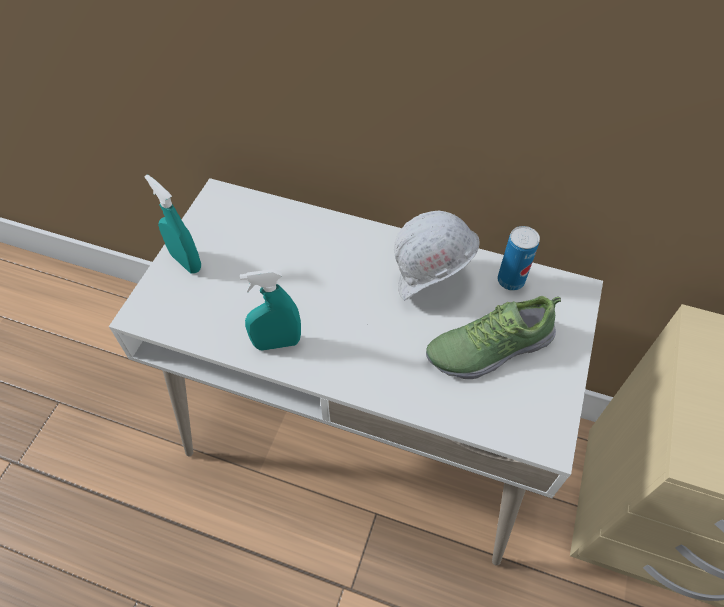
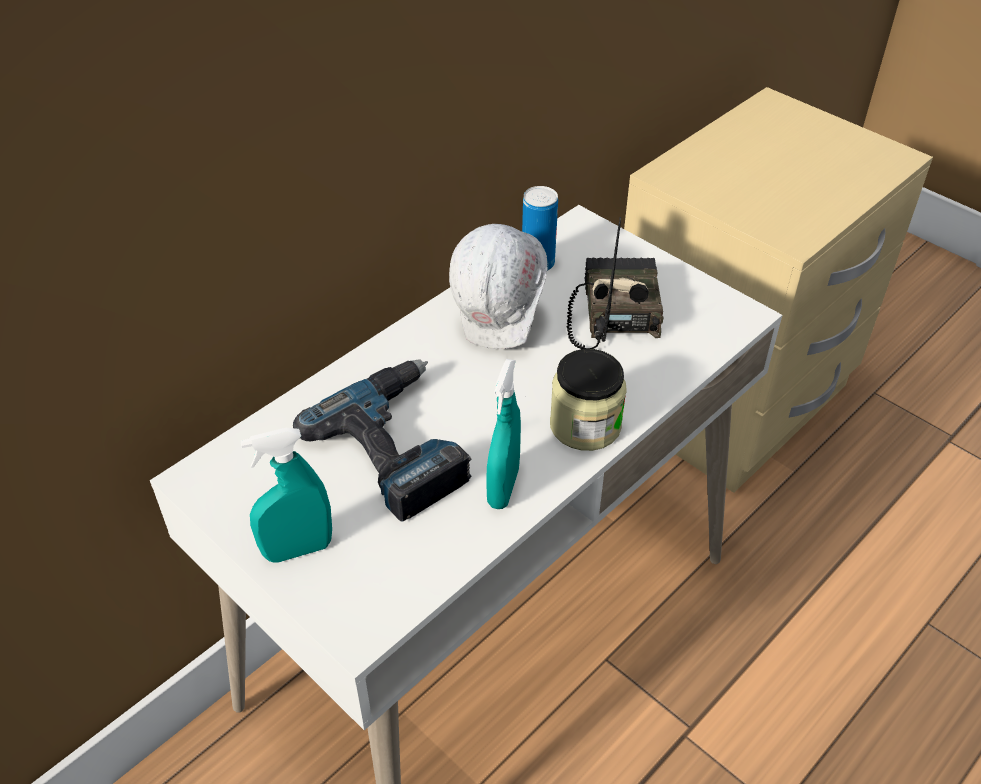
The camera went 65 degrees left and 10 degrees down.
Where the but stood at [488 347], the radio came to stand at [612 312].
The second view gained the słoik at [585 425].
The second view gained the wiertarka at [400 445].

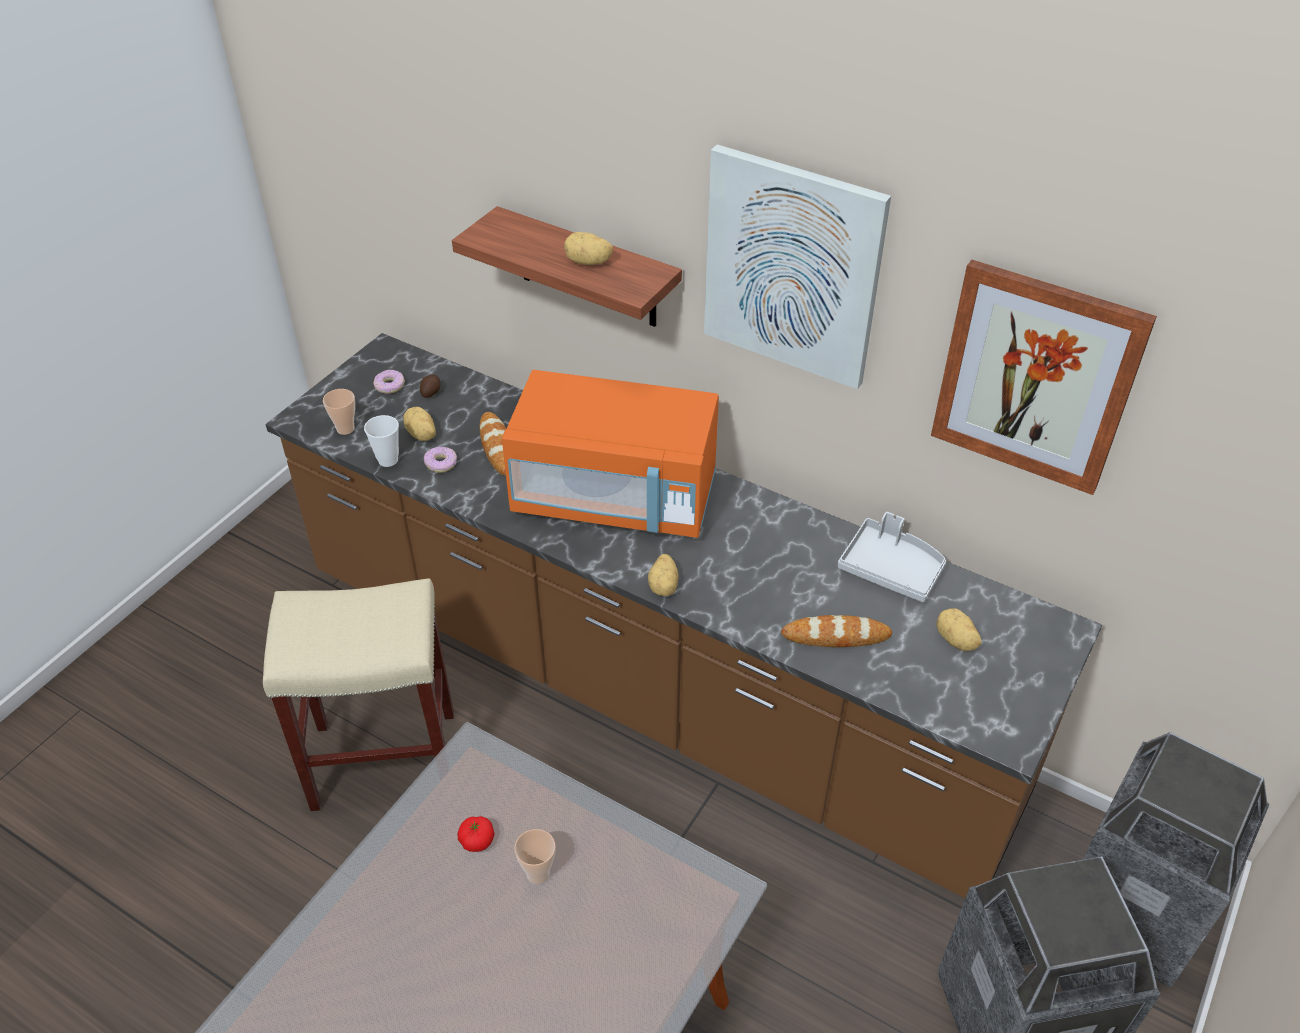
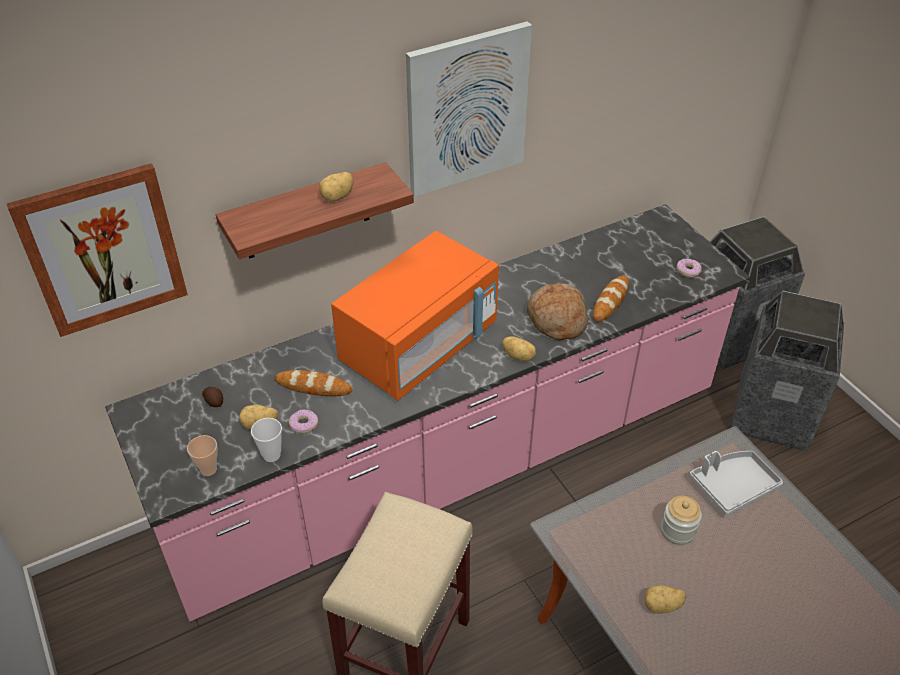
The camera went 60 degrees left and 0 degrees up.
The obraz ended up elsewhere, having gone from [1036 377] to [103 250].
What was the zabudowa kuchenna/brązowy at [650 684] turned into the zabudowa kuchenna/różowy at [450 465].
The donut ended up elsewhere, having gone from [390 386] to [688 271].
The taca/szary ended up elsewhere, having gone from [891 569] to [732 486].
The ziemniak ended up elsewhere, having gone from [955 641] to [662 606].
The second view lost the pomidor at [477 840].
Where the filiżanka stood at [538 873], the słoik came to stand at [678 530].
The second view gained the chleb at [556 320].

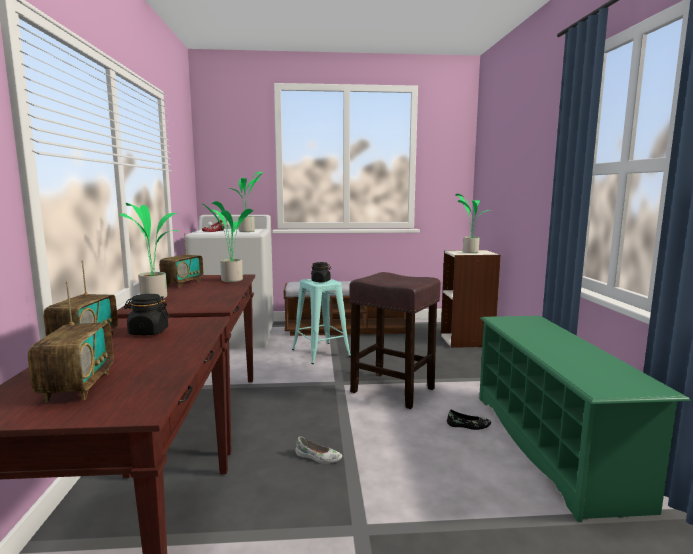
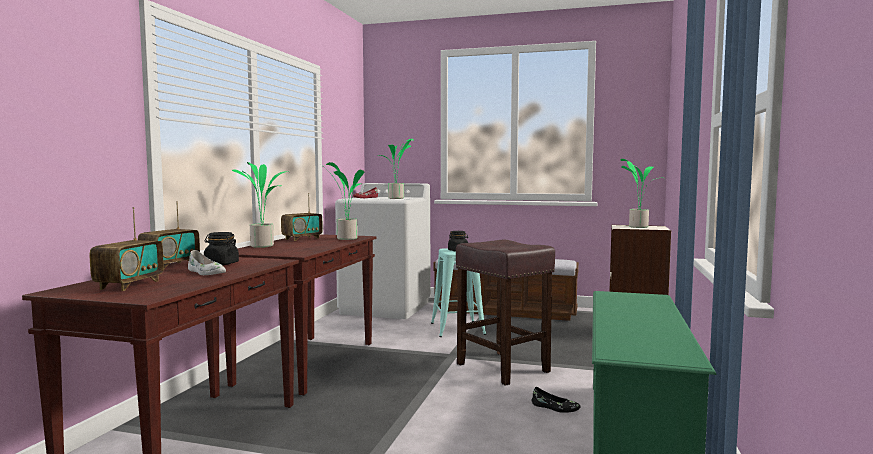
The camera went 20 degrees right and 5 degrees down.
The but/biały ended up elsewhere, having gone from [318 457] to [206 273].

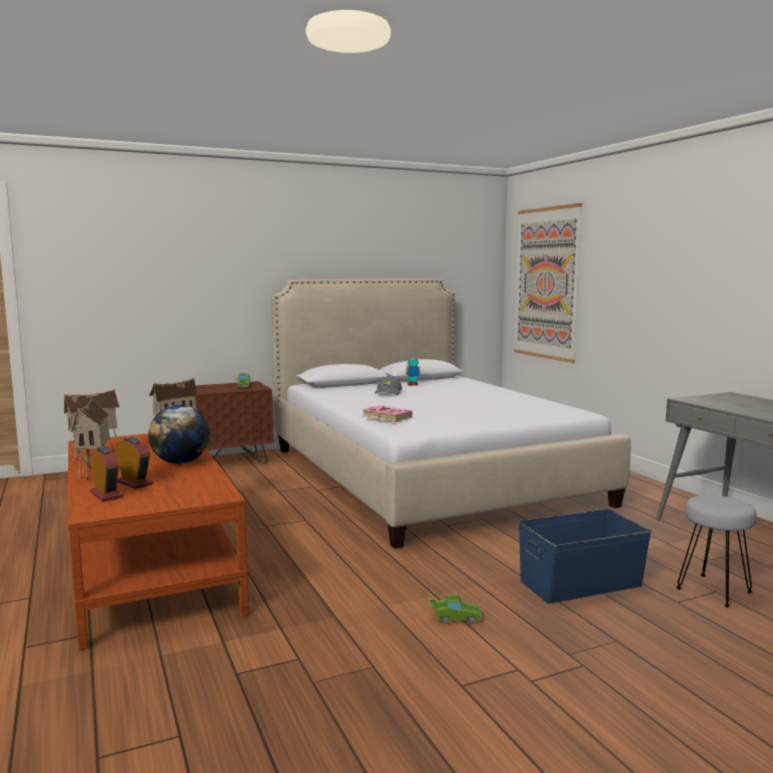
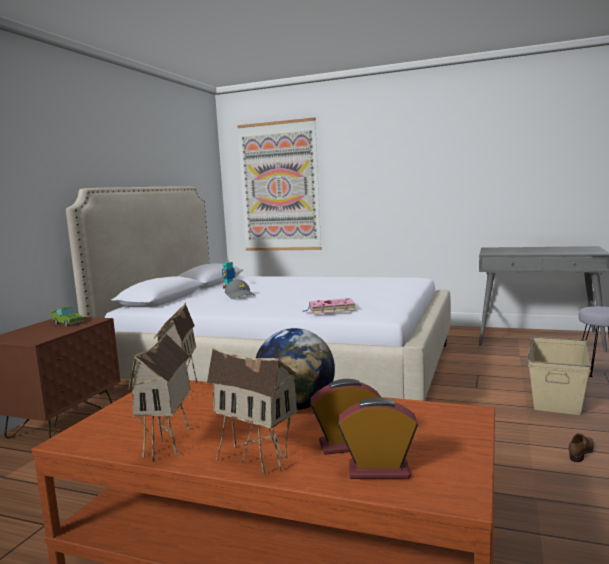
The camera went 45 degrees left and 0 degrees up.
What was the pojemnik do przechowywania/niebieski at [581 583] turned into the pojemnik do przechowywania/beżowy at [557 395].
Where the samochodzik/zielony stood at [454 618], the but/brązowy came to stand at [581 452].

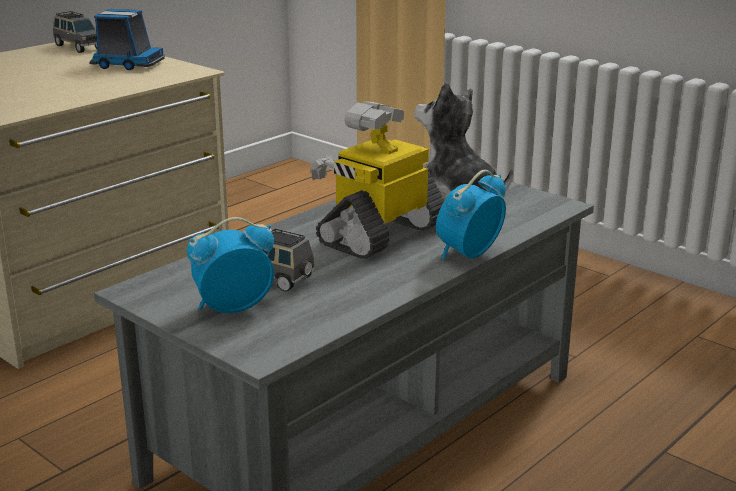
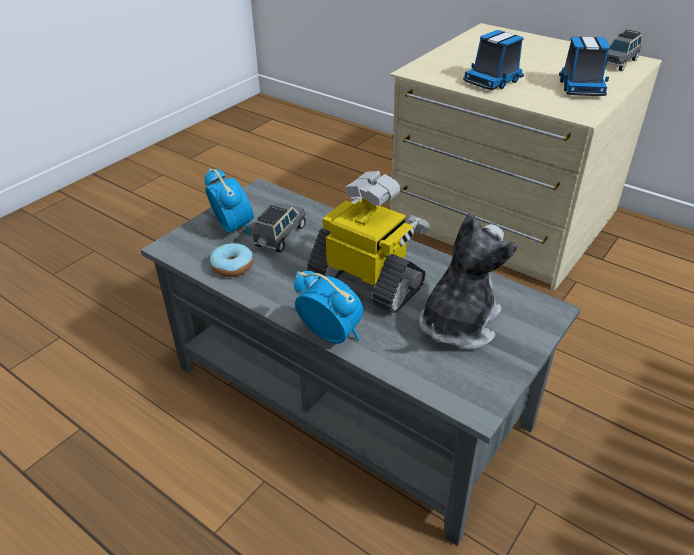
The camera went 85 degrees right and 15 degrees up.
The second view gained the ciężarówka zabawkowa at [493 81].
The second view gained the donut at [232 266].

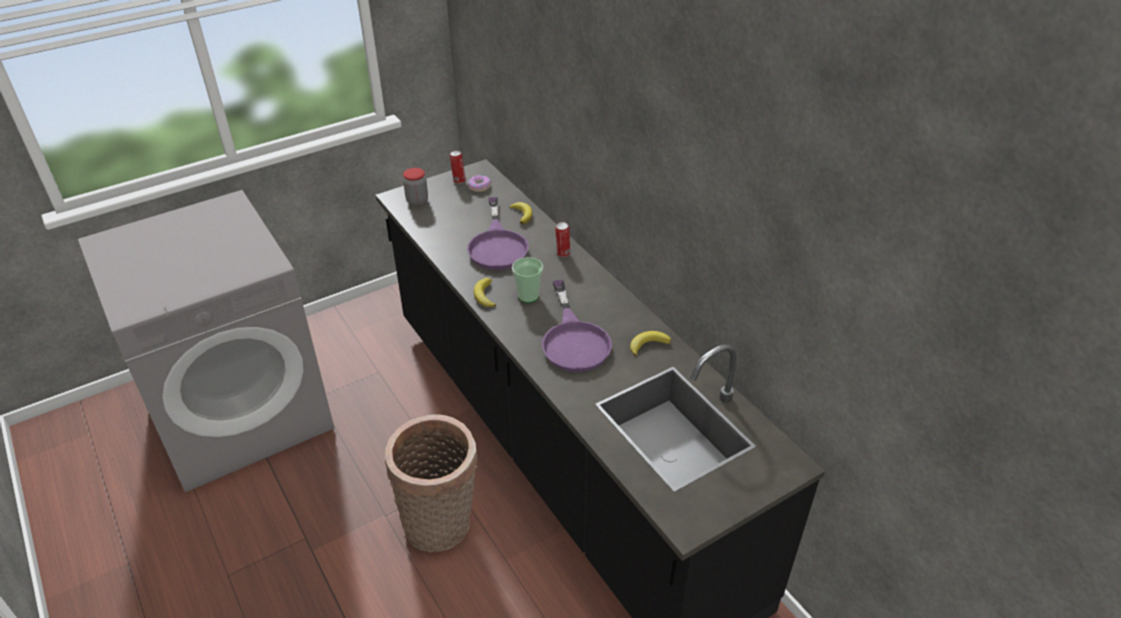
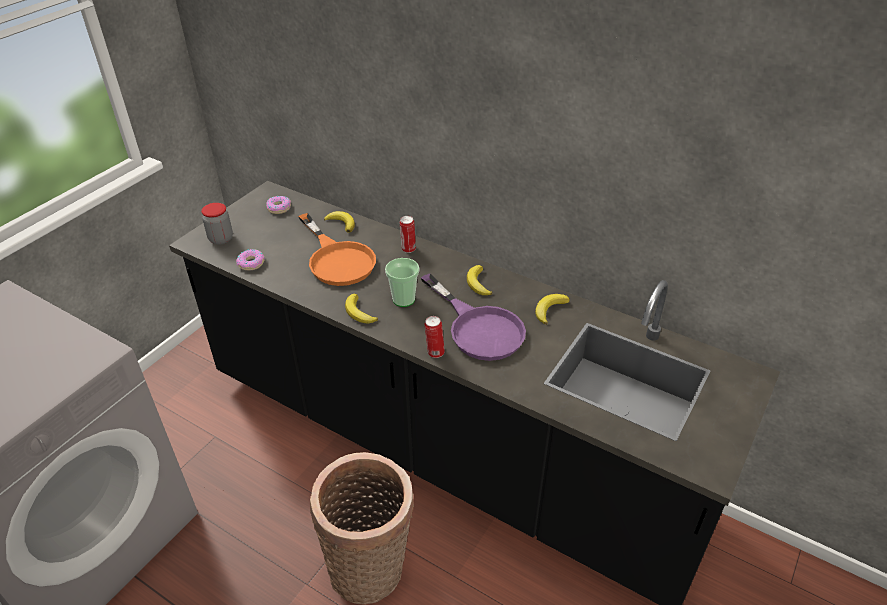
The camera went 25 degrees left and 0 degrees up.
The puszka ended up elsewhere, having gone from [458 180] to [435 353].
What was the patelnia/fioletowy at [497 245] turned into the patelnia/pomarańczowy at [337 259].
The second view gained the donut at [251 263].
The second view gained the banan at [478 283].

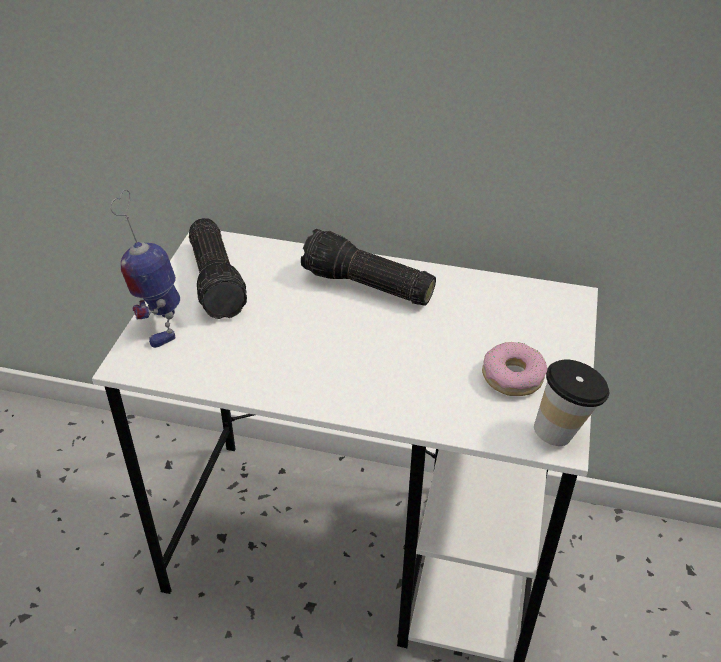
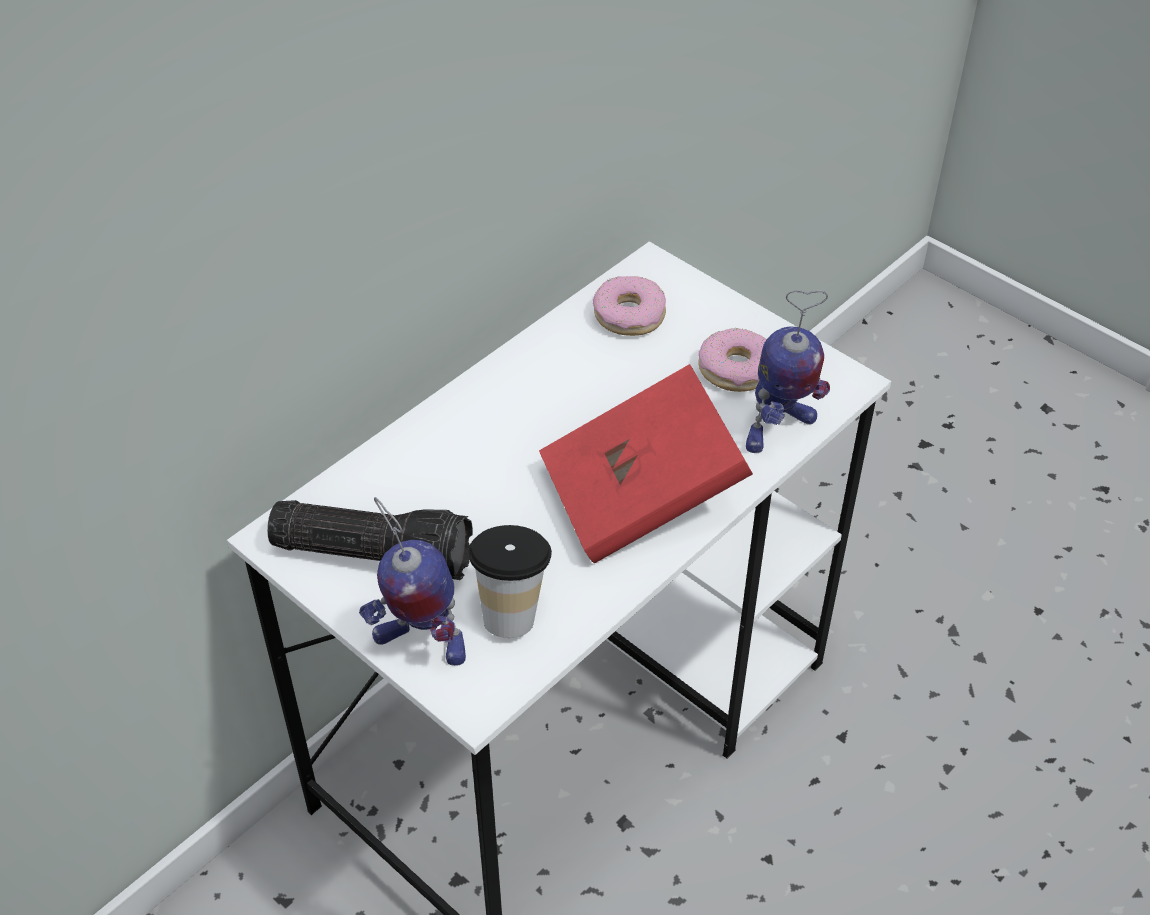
The camera went 60 degrees left and 5 degrees up.
The second view lost the latarka at [366 286].
The filiżanka ended up elsewhere, having gone from [563 431] to [512 611].
The second view gained the donut at [629 315].
The second view gained the robot zabawkowy at [778 430].
The second view gained the książka/czerwony at [642 496].

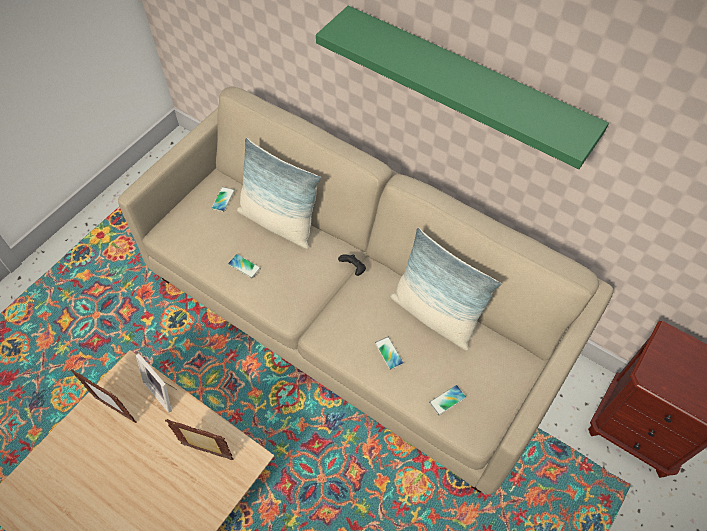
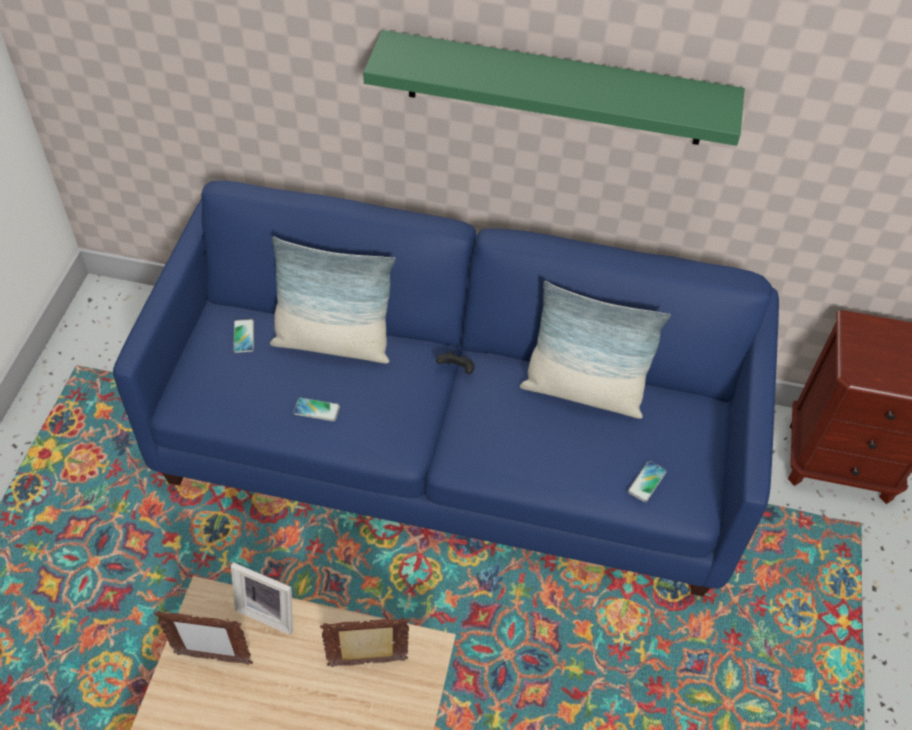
The camera went 25 degrees left and 5 degrees down.
What was the kanapa/beżowy at [355 316] turned into the kanapa/niebieski at [453 444].
The second view lost the telefon at [389 353].

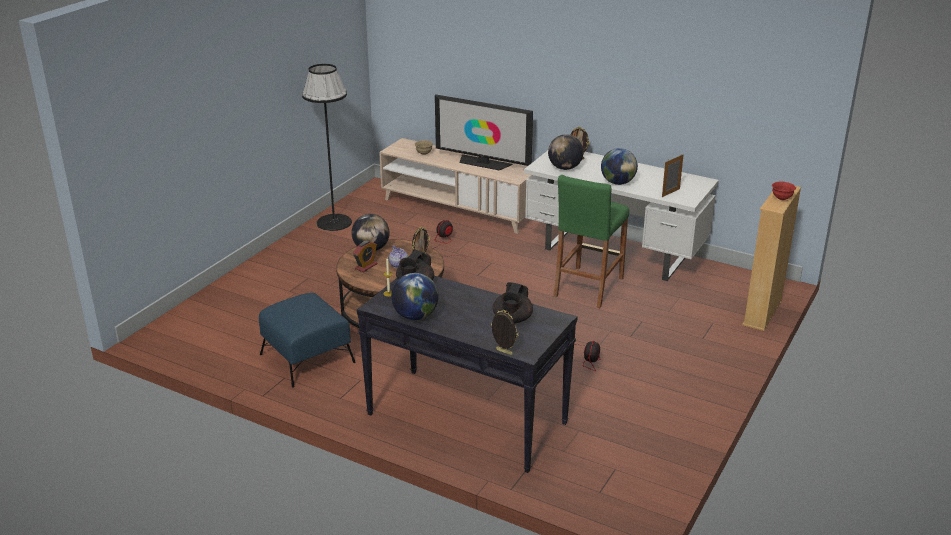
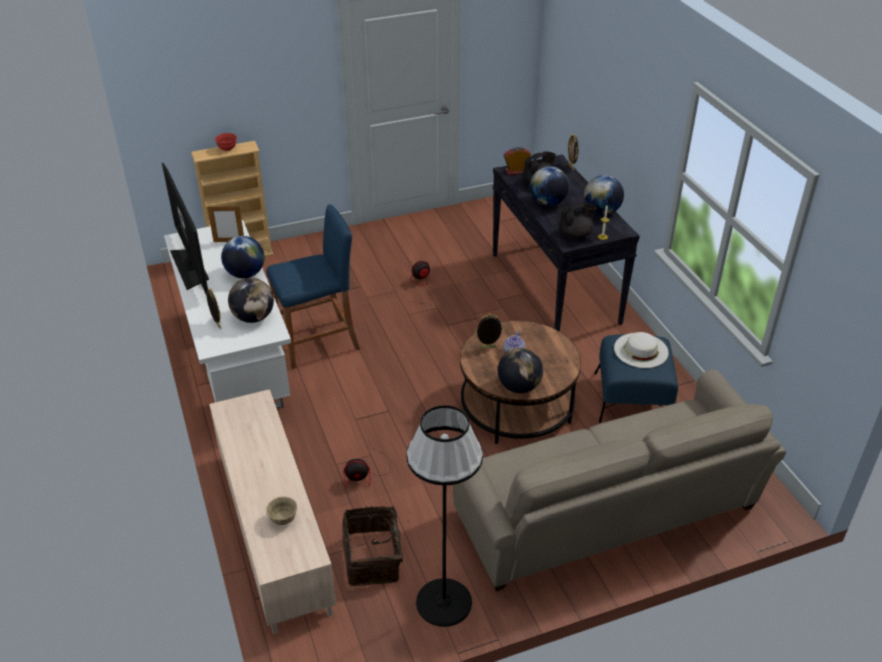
The camera went 140 degrees left and 10 degrees up.
The telewizor ended up elsewhere, having gone from [483 163] to [190 267].
What was the stołek/zielony at [588 287] turned into the stołek/niebieski at [318 343].
The budzik ended up elsewhere, having gone from [366 266] to [516 171].
The second view gained the globus at [548 202].
The second view gained the kapelusz/biały at [641 350].
The second view gained the kanapa/beżowy at [608 516].
The second view gained the koszyk at [373 558].

